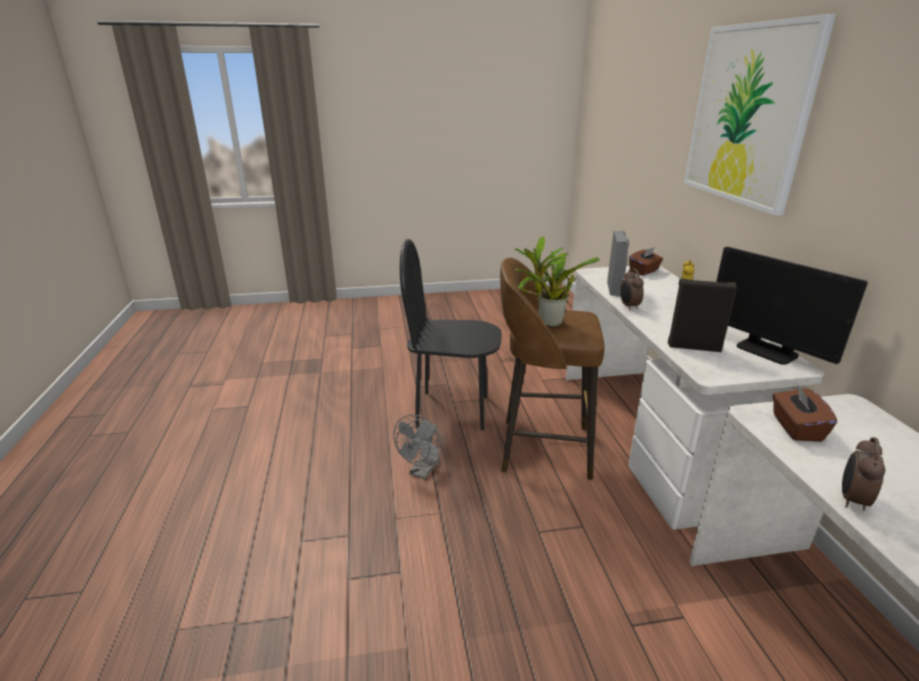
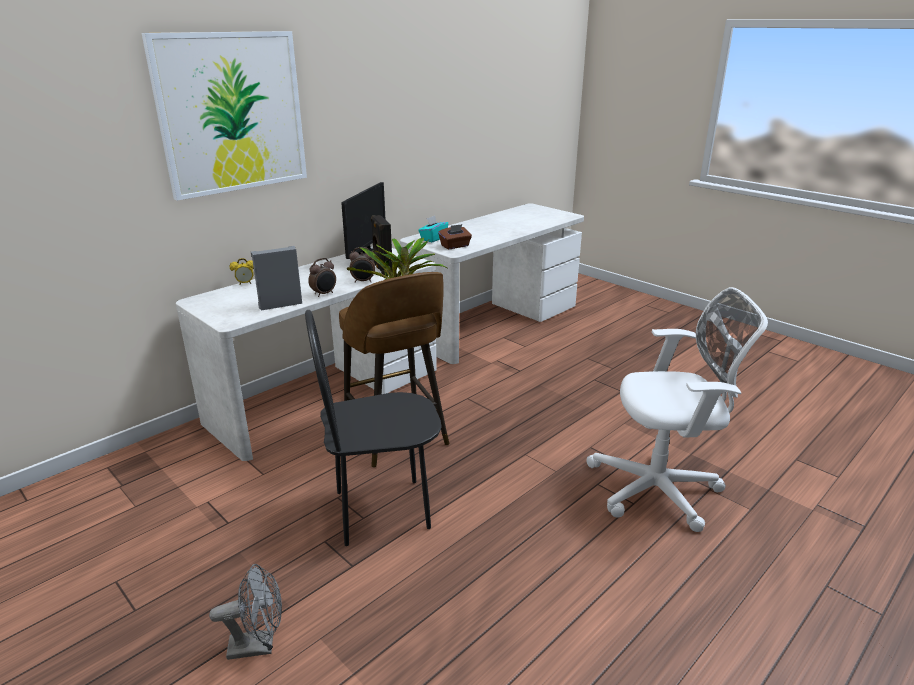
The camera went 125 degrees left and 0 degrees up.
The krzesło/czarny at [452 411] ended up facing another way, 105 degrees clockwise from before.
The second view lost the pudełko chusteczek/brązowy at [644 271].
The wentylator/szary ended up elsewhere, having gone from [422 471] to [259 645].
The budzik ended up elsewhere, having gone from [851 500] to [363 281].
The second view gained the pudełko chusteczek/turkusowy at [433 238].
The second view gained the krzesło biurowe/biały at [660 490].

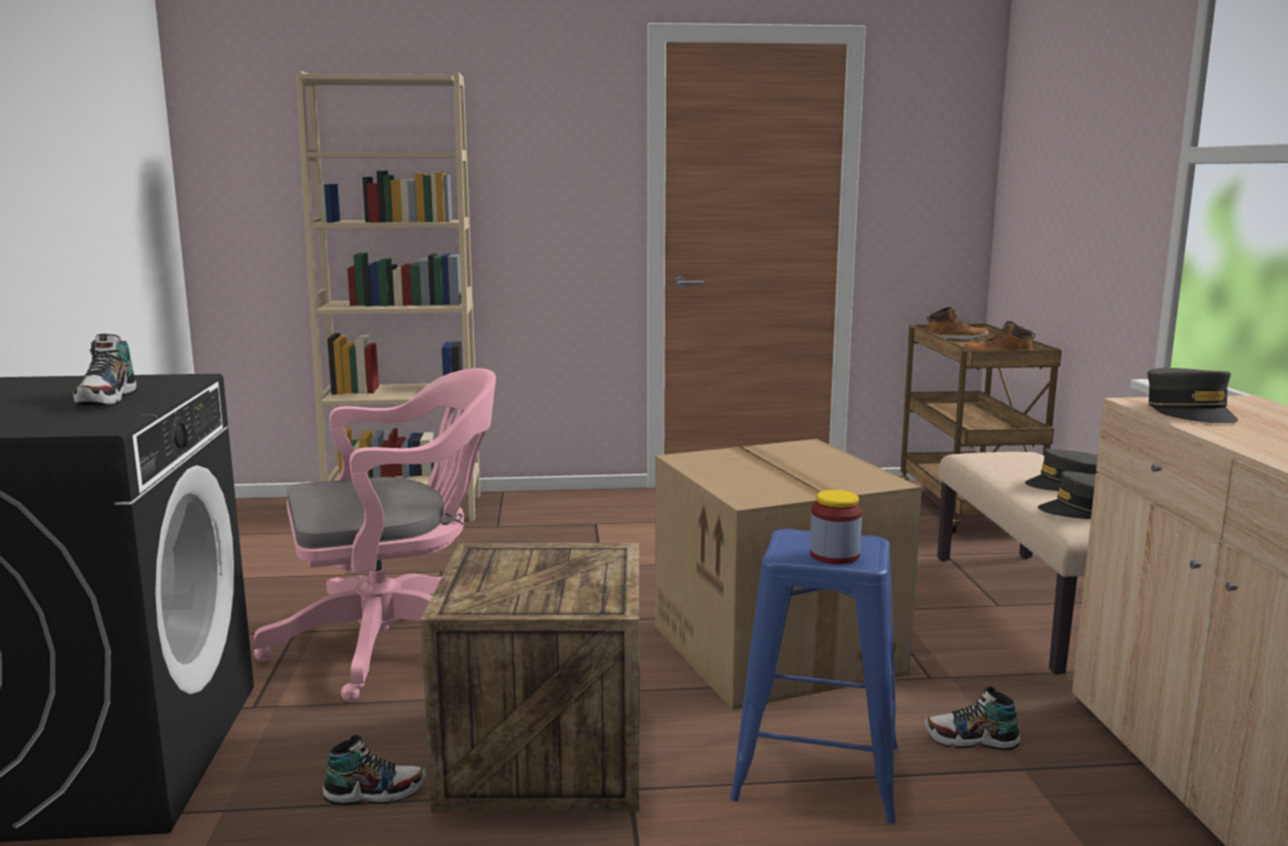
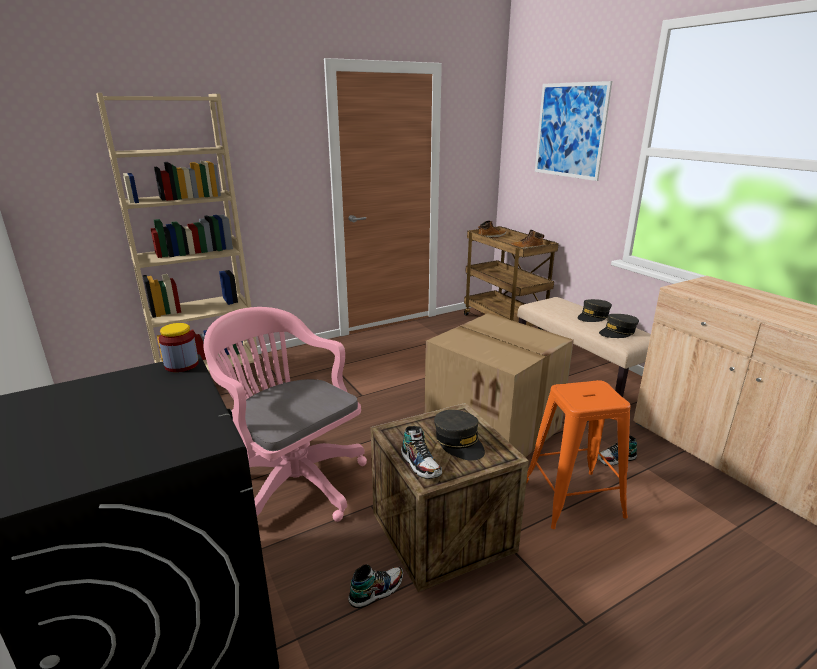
The camera went 25 degrees left and 10 degrees up.
The but ended up elsewhere, having gone from [107 399] to [420 464].
The krzesło biurowe/różowy at [395 642] ended up facing another way, 90 degrees counterclockwise from before.
The czapka z daszkiem/szary ended up elsewhere, having gone from [1190 412] to [459 442].
The słoik ended up elsewhere, having gone from [834 555] to [181 365].
What was the stołek/niebieski at [817 772] turned into the stołek/pomarańczowy at [573 499].
The second view gained the obraz at [570 130].

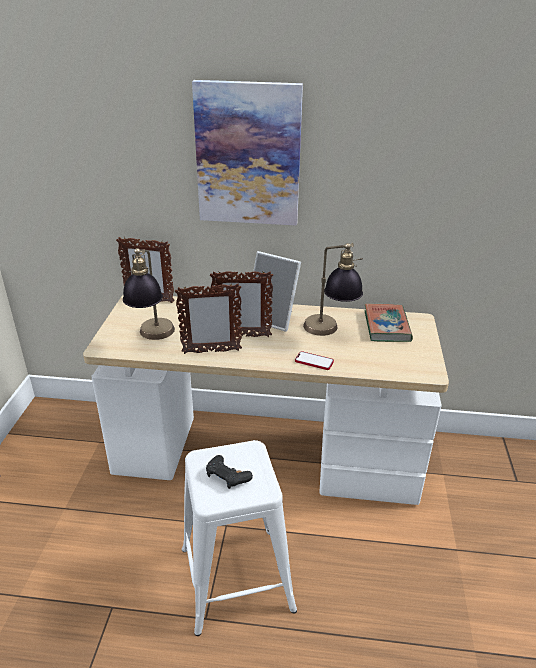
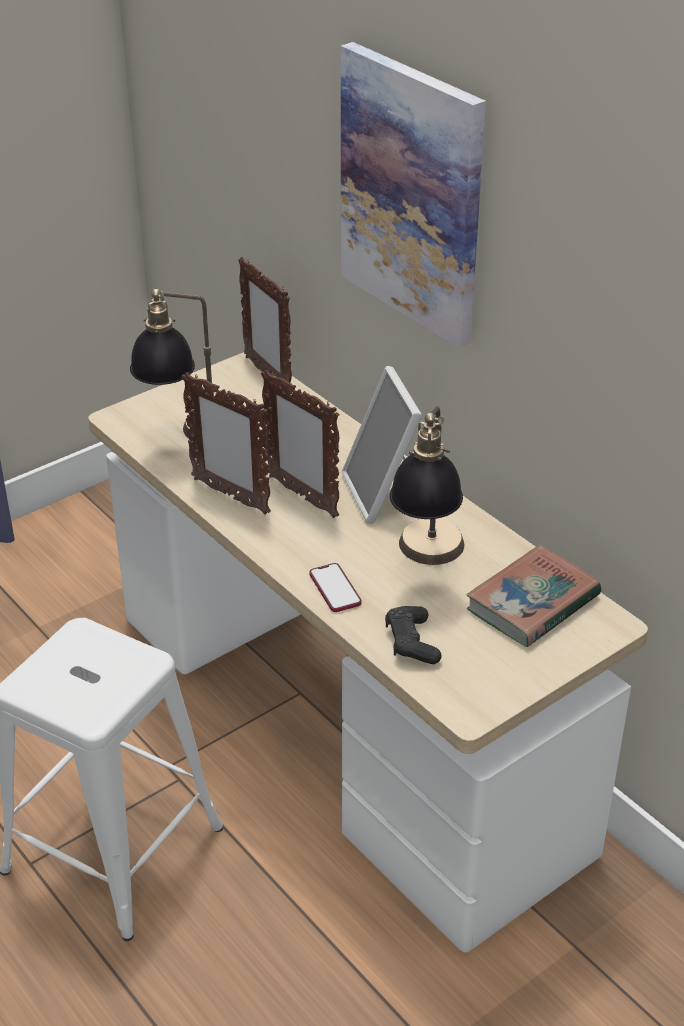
The camera went 45 degrees right and 5 degrees up.
The pad do gier/czarny ended up elsewhere, having gone from [227 477] to [411 642].

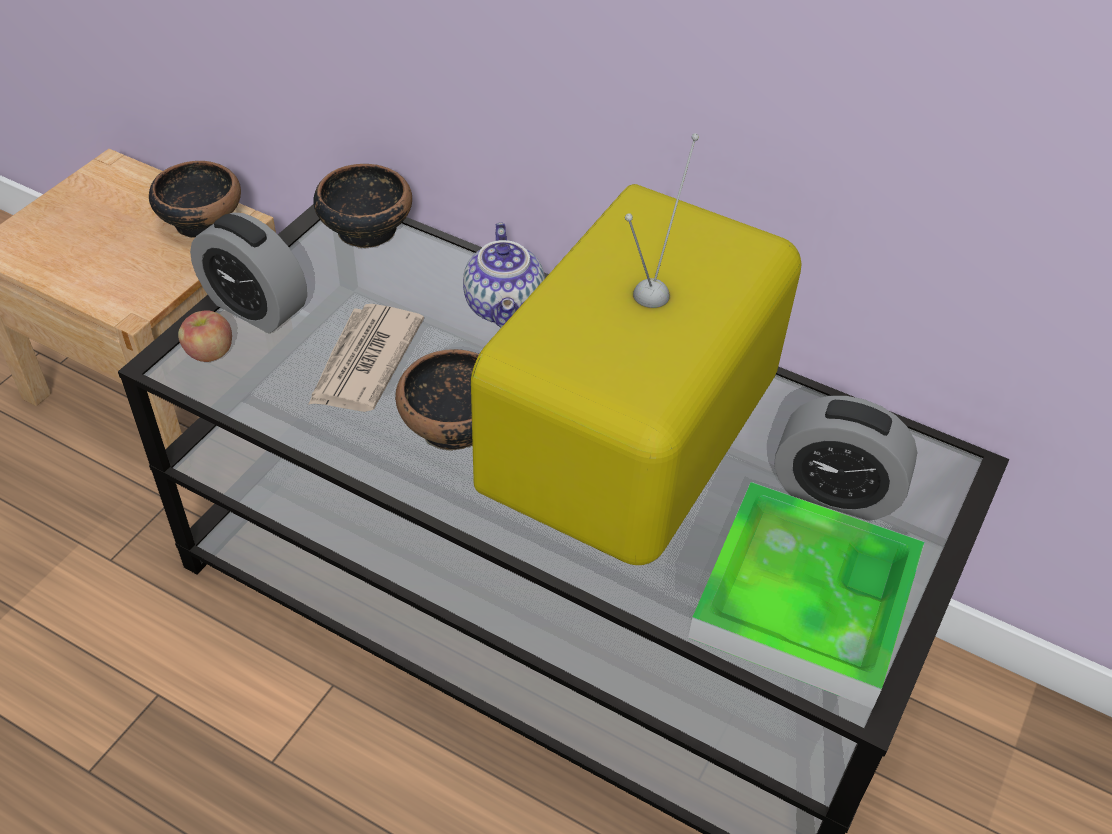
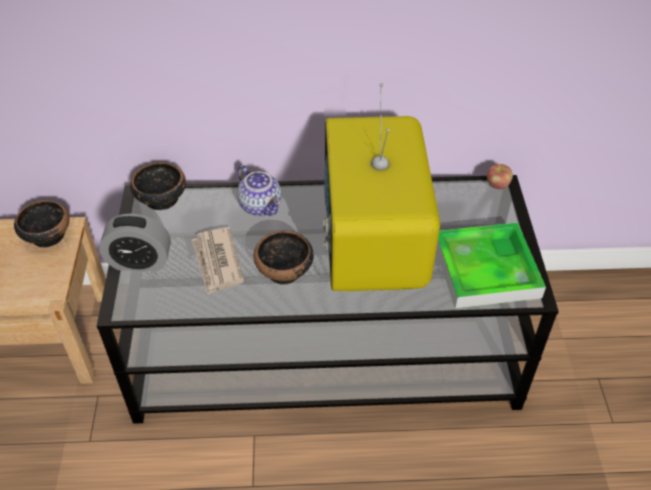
The camera went 30 degrees left and 0 degrees up.
The jabłko ended up elsewhere, having gone from [209 353] to [497 185].
The second view lost the budzik at [834 492].

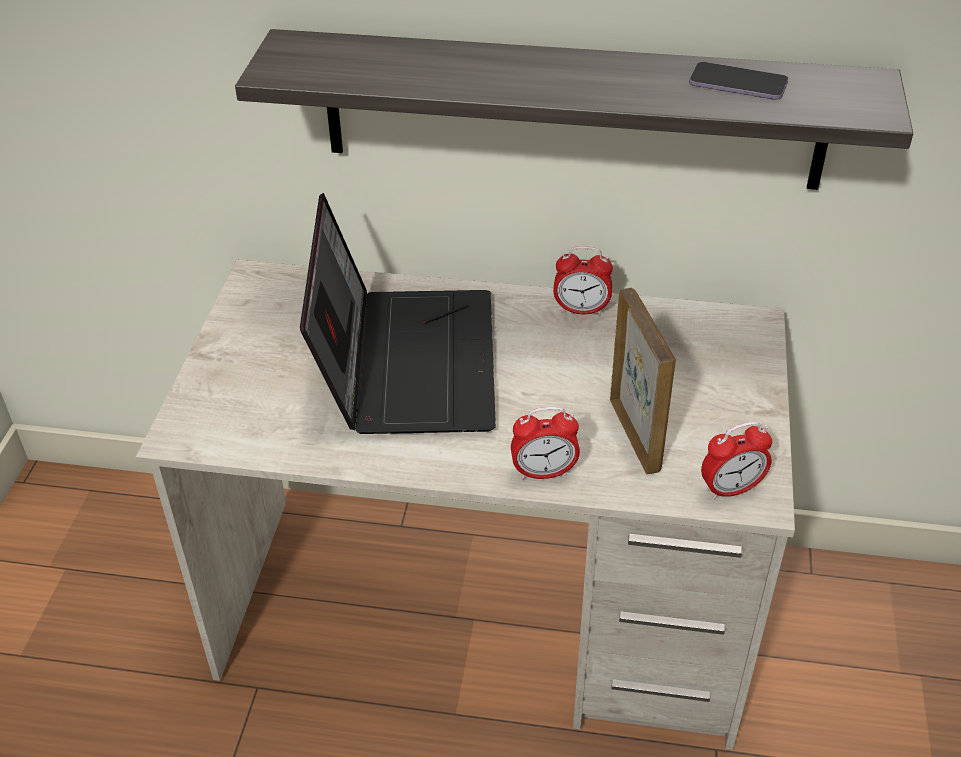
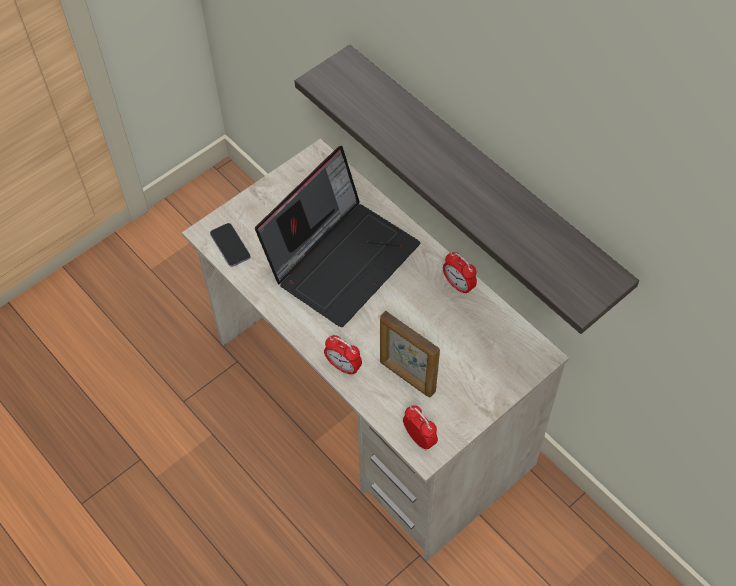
The camera went 40 degrees right and 15 degrees up.
The telefon ended up elsewhere, having gone from [738 84] to [230 246].
The ramka na zdjęcie at [635 434] ended up facing another way, 105 degrees clockwise from before.
The budzik at [731 489] ended up facing another way, 150 degrees counterclockwise from before.

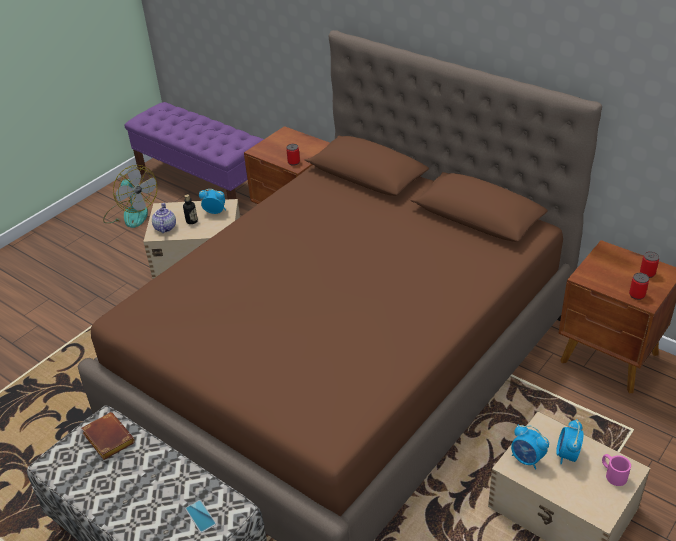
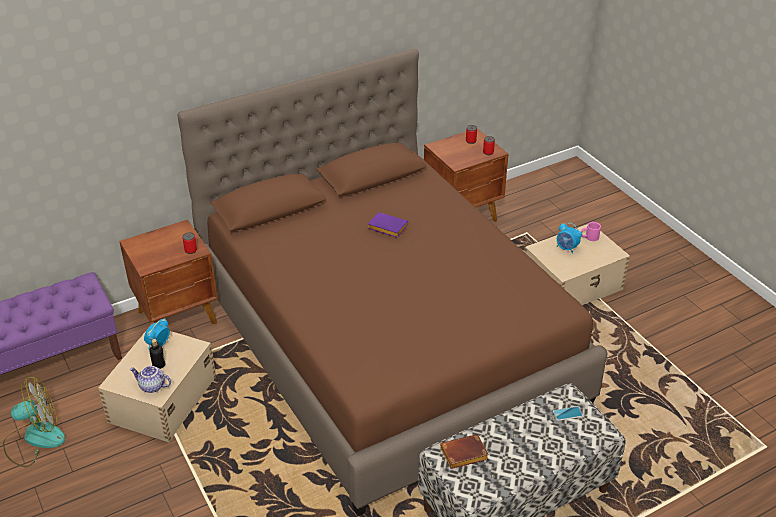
The camera went 70 degrees left and 0 degrees up.
The second view lost the budzik at [527 459].
The second view gained the książka/fioletowy at [386 228].

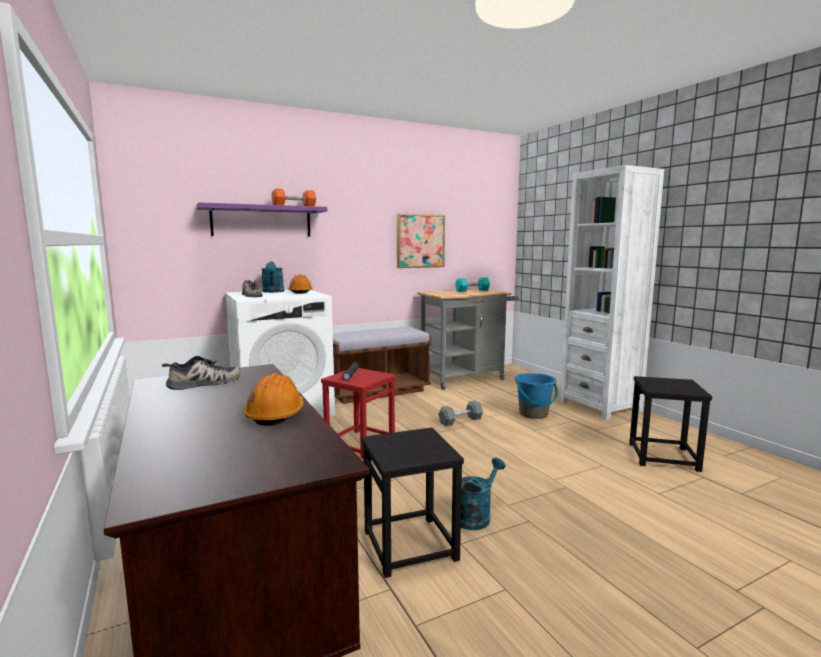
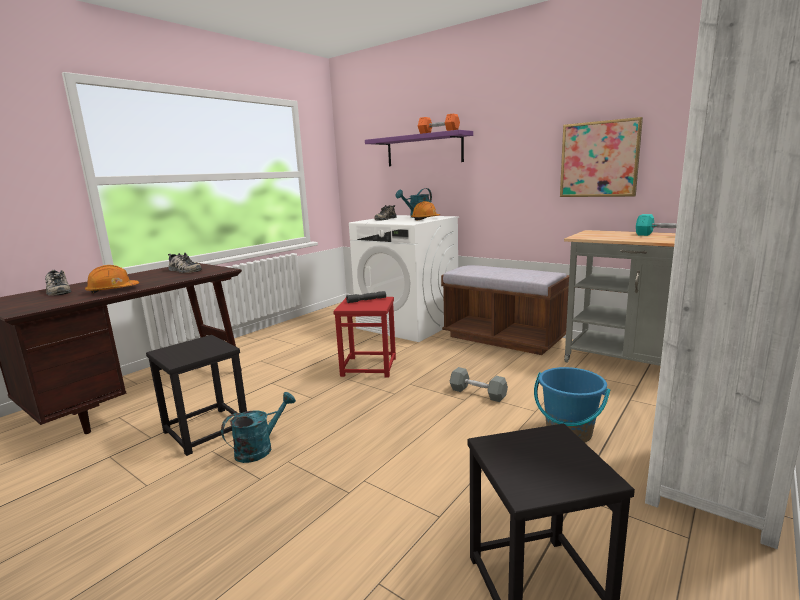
The camera went 65 degrees right and 5 degrees up.
The konewka/turkusowy at [476 516] ended up facing another way, 60 degrees counterclockwise from before.
The second view gained the but at [57 291].

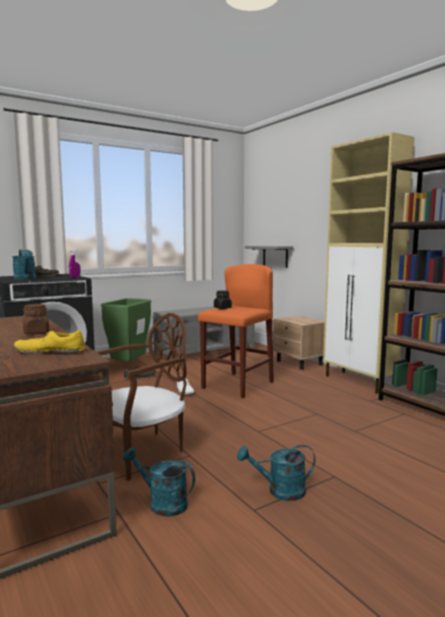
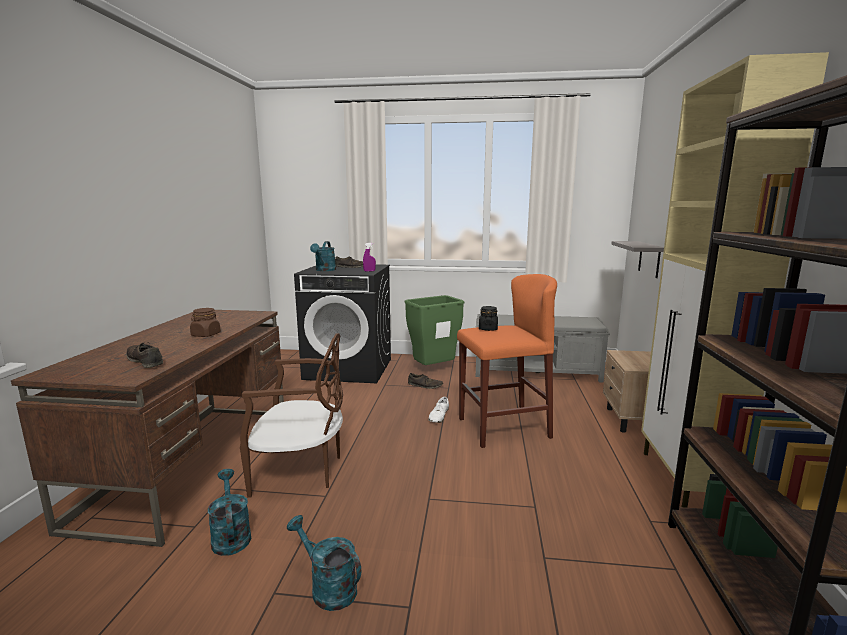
The camera went 40 degrees right and 5 degrees up.
What was the but/żółty at [50 351] turned into the but/brązowy at [145 361].

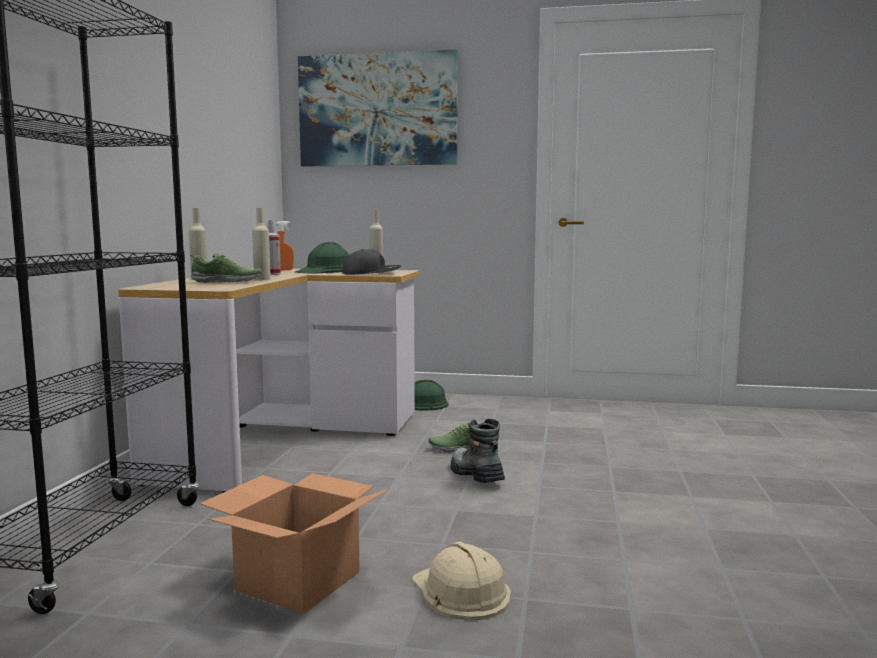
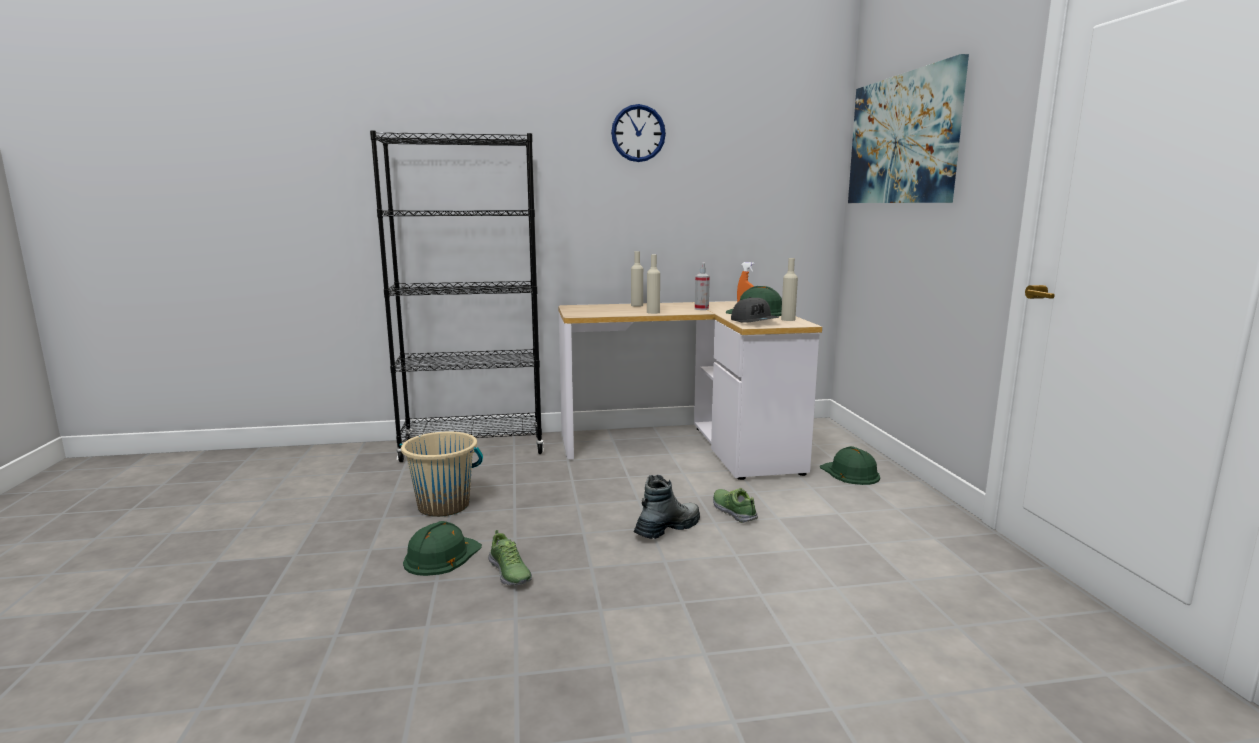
The camera went 70 degrees right and 5 degrees up.
The but ended up elsewhere, having gone from [227 282] to [509 573].
Where the karton stood at [298 582], the wiadro/beżowy came to stand at [444 506].
What was the kask/beżowy at [460 592] turned into the kask/zielony at [441 556].
The second view gained the zegar ścienny at [638 133].

